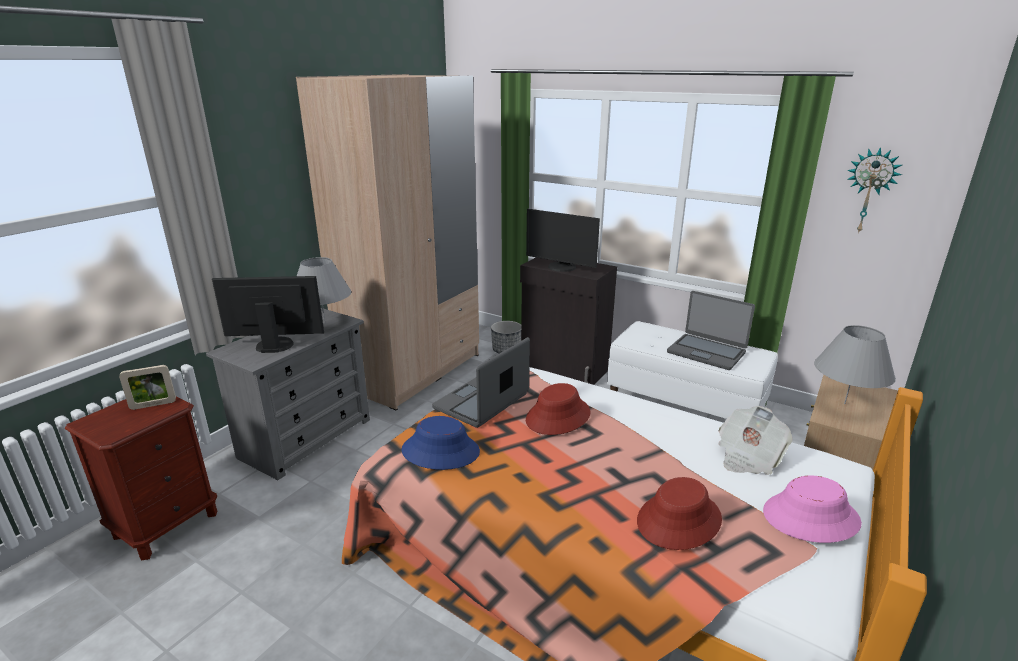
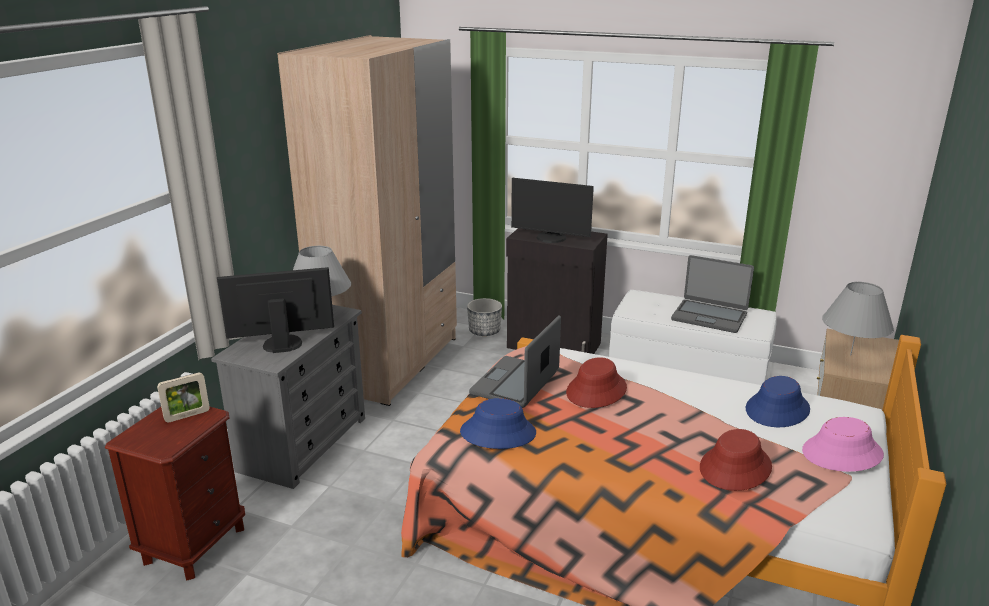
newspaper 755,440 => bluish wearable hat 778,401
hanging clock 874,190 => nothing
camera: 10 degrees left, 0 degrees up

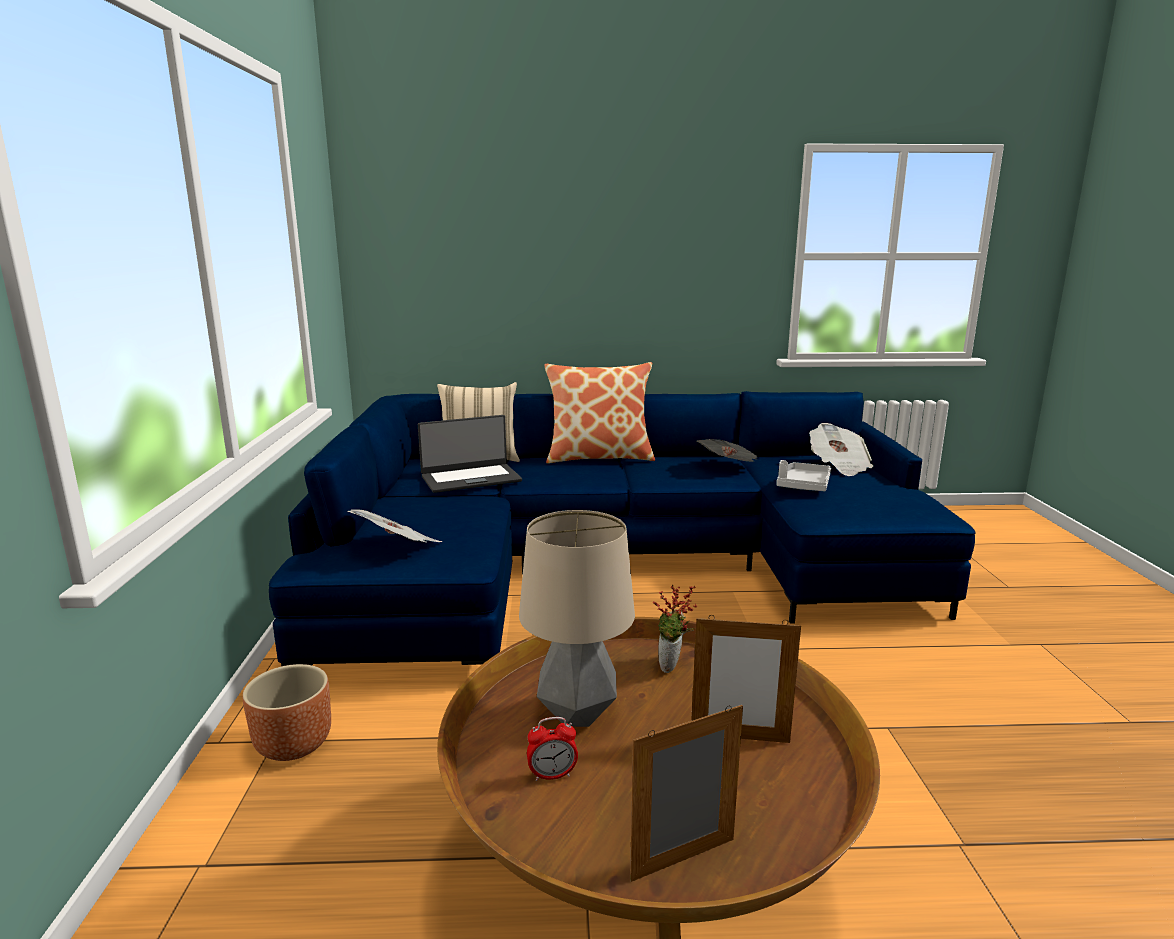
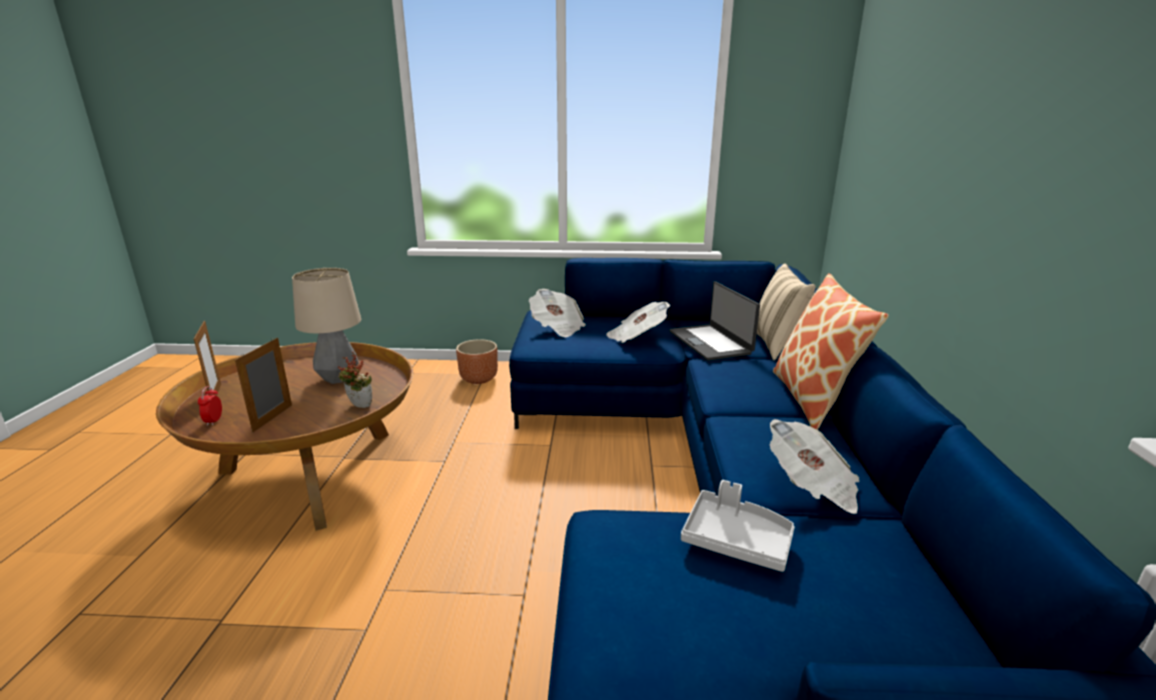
alarm clock 552,749 => alarm clock 209,406, shifted
newspaper 841,449 => newspaper 638,322, shifted
camera: 95 degrees right, 5 degrees up

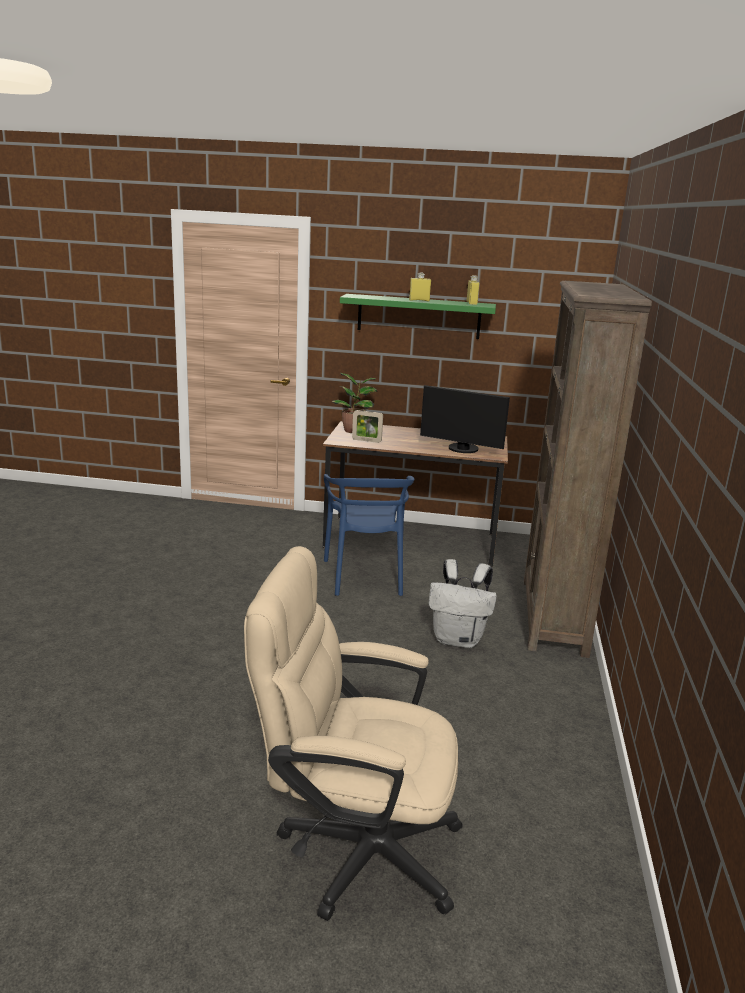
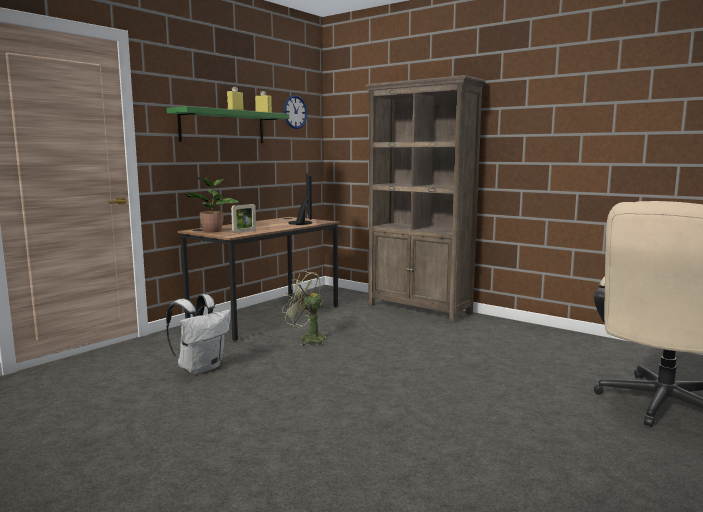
whitish backpack 463,603 => whitish backpack 198,334, shifted
bluish upright chair 369,535 => green electric fan 305,308
nothing => hanging clock 295,112
computer display 465,419 => computer display 300,199, 60 degrees counterclockwise
camera: 60 degrees left, 10 degrees down

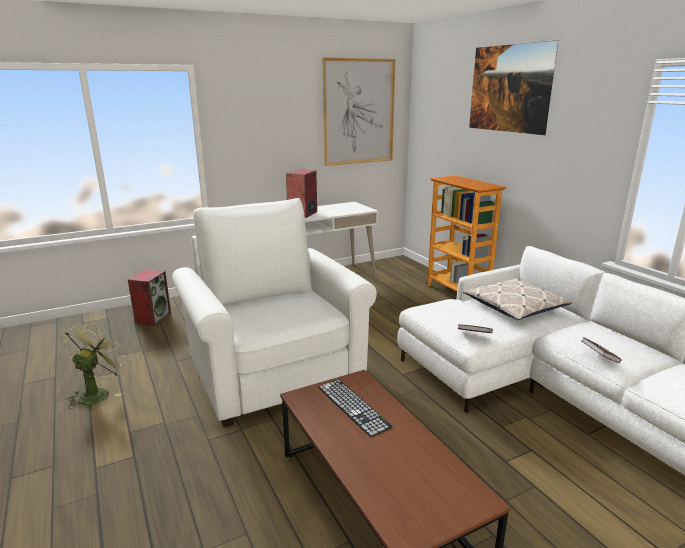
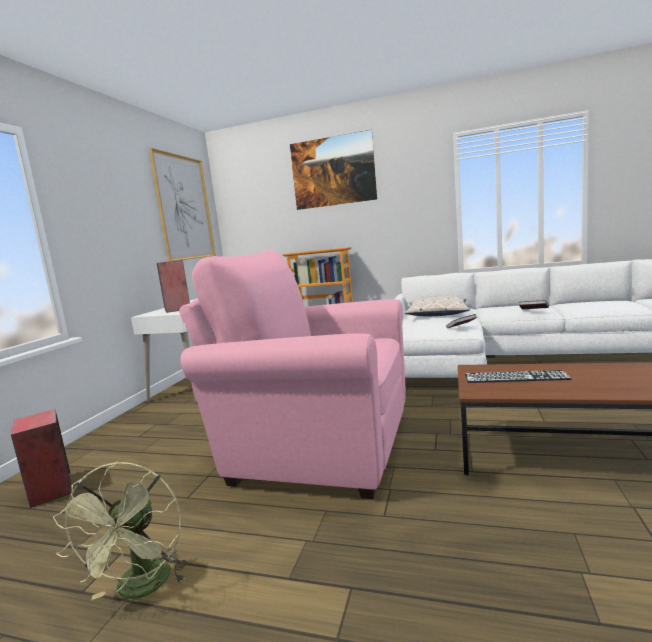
green electric fan 95,365 => green electric fan 120,531, 150 degrees counterclockwise
whitish lounge chair 274,312 => pink-coloured lounge chair 292,374
camera: 45 degrees left, 10 degrees down

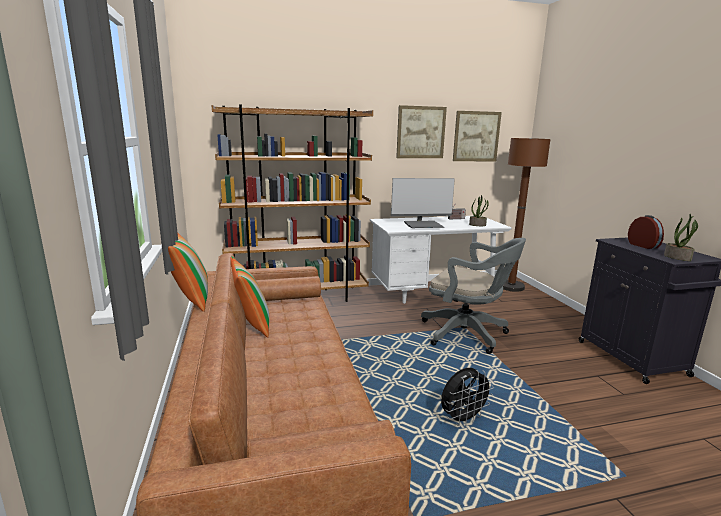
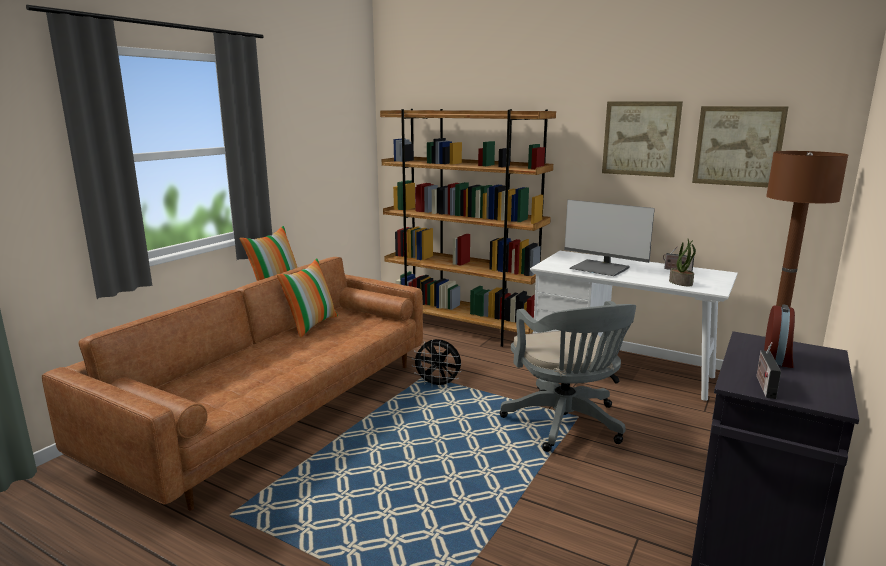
black electric fan 467,397 => black electric fan 437,364, shifted
plant in a pot 681,237 => radio set 768,370
camera: 45 degrees right, 0 degrees up

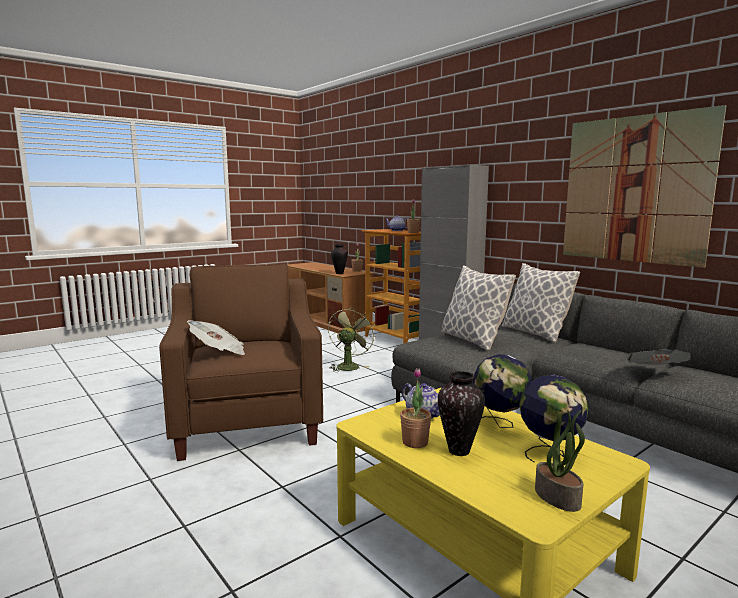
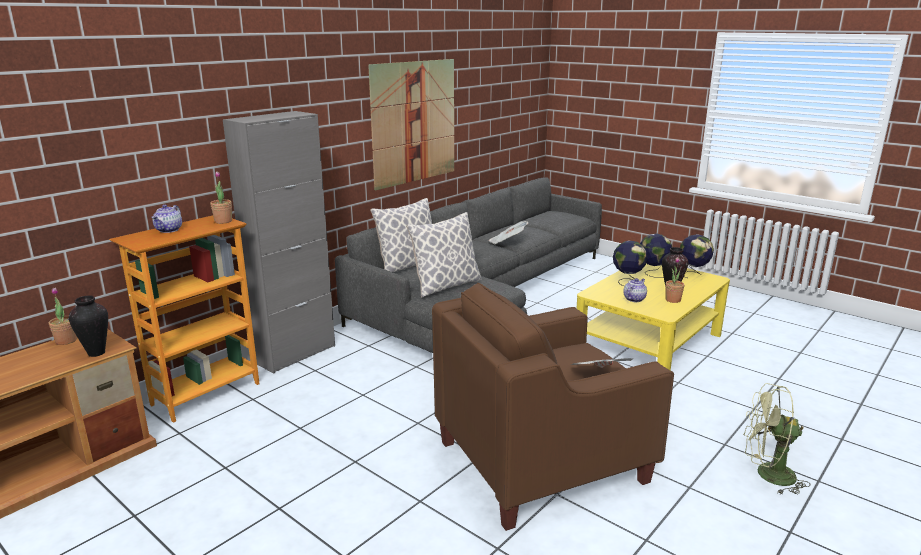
plant in a pot 560,460 => world globe 697,256
green electric fan 352,340 => green electric fan 776,438, shifted
camera: 100 degrees left, 10 degrees up

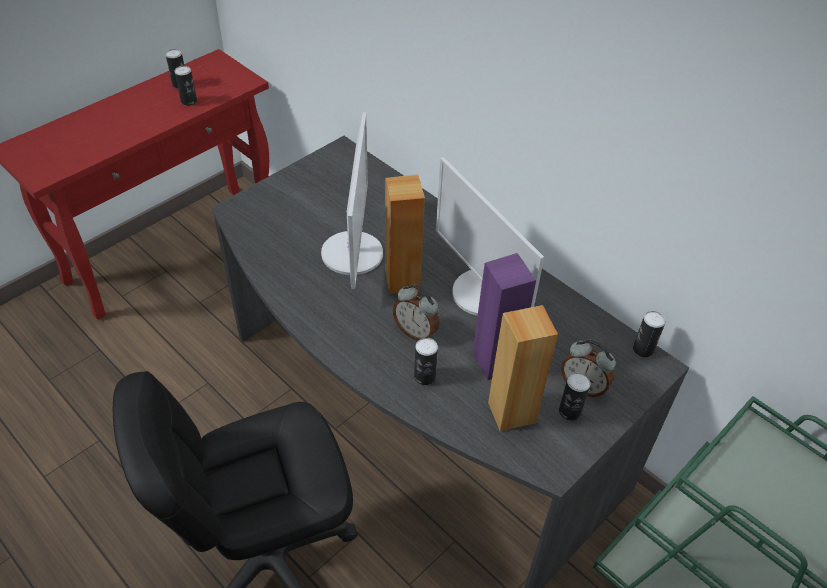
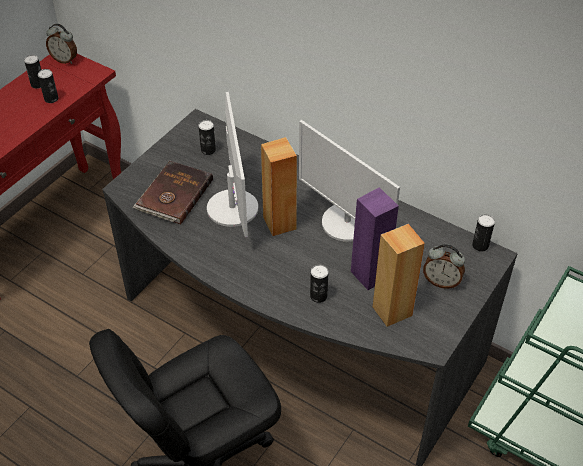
alarm clock 416,313 => alarm clock 61,44, shifted
nothing => brown volume 172,193
sealed can 574,397 => sealed can 207,137, shifted
camera: 10 degrees left, 0 degrees up

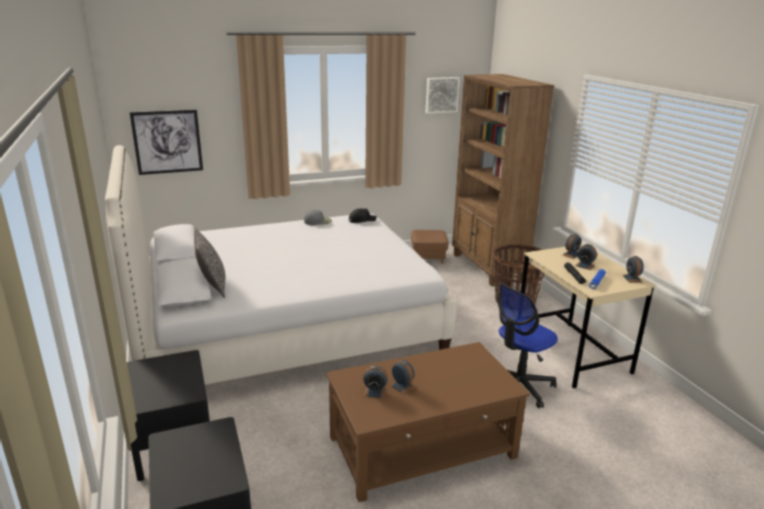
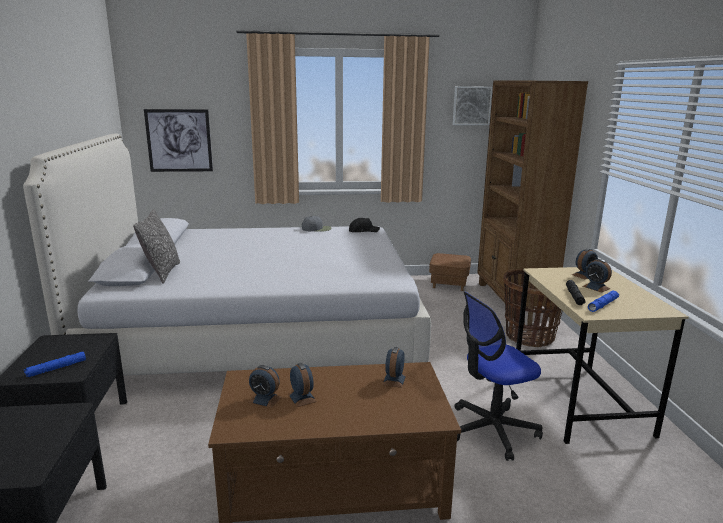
nothing => bluish hand torch 55,364
alarm clock 633,269 => alarm clock 394,367, shifted
camera: 15 degrees right, 5 degrees down

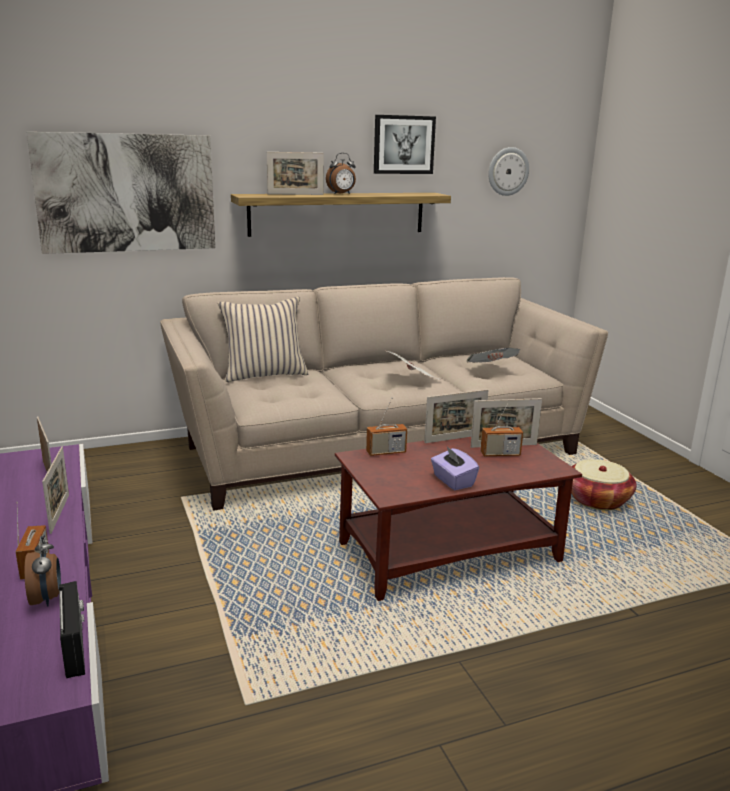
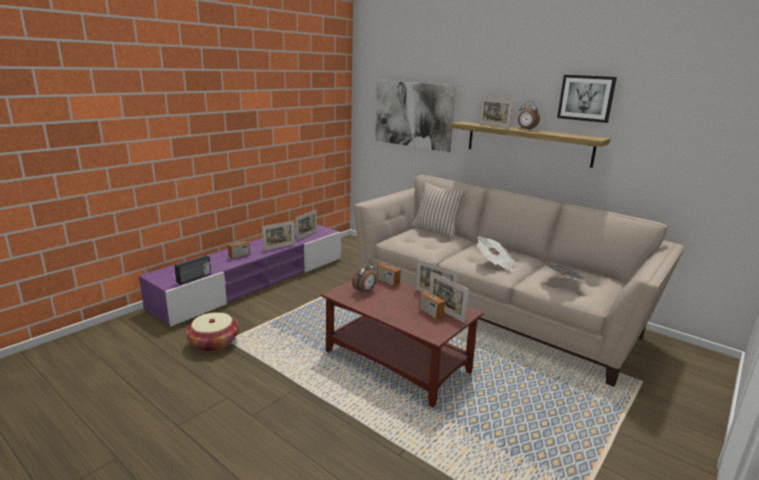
household basket 604,484 => household basket 212,332, shifted
alarm clock 42,571 => alarm clock 364,276, shifted
purple tissue holder 455,468 => nothing
hanging clock 508,171 => nothing
camera: 60 degrees right, 0 degrees up

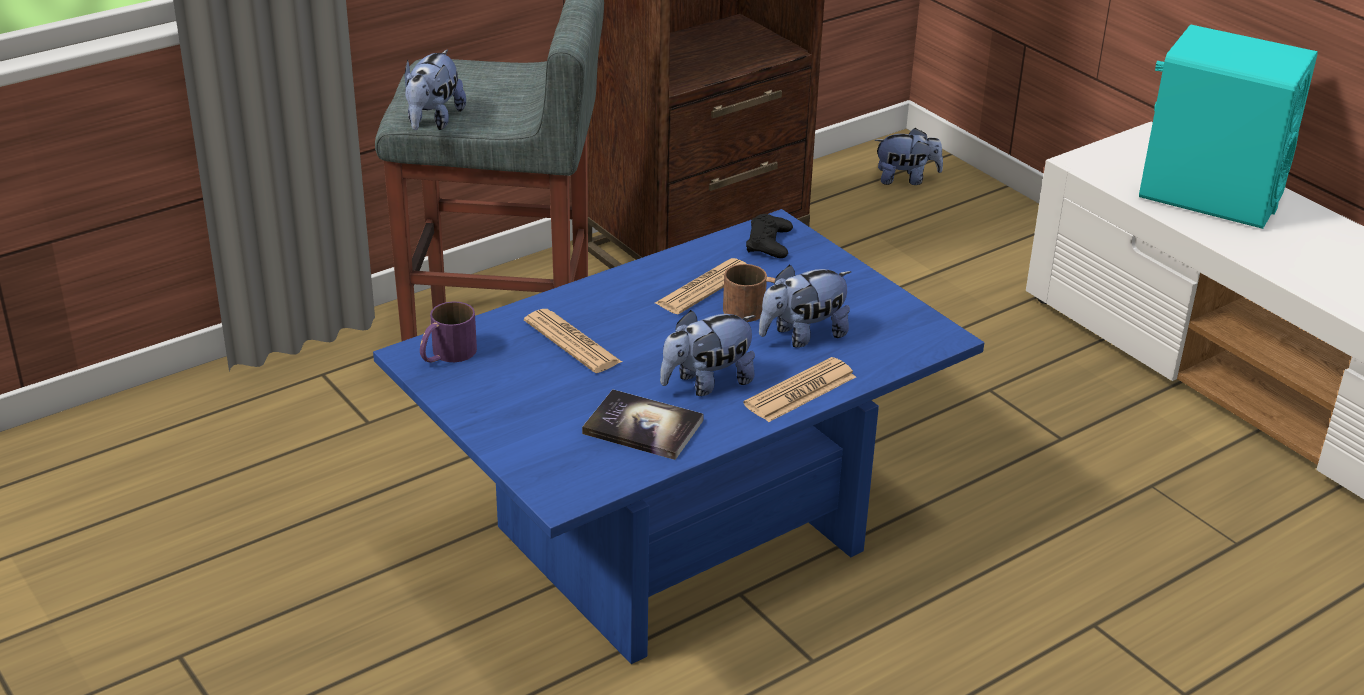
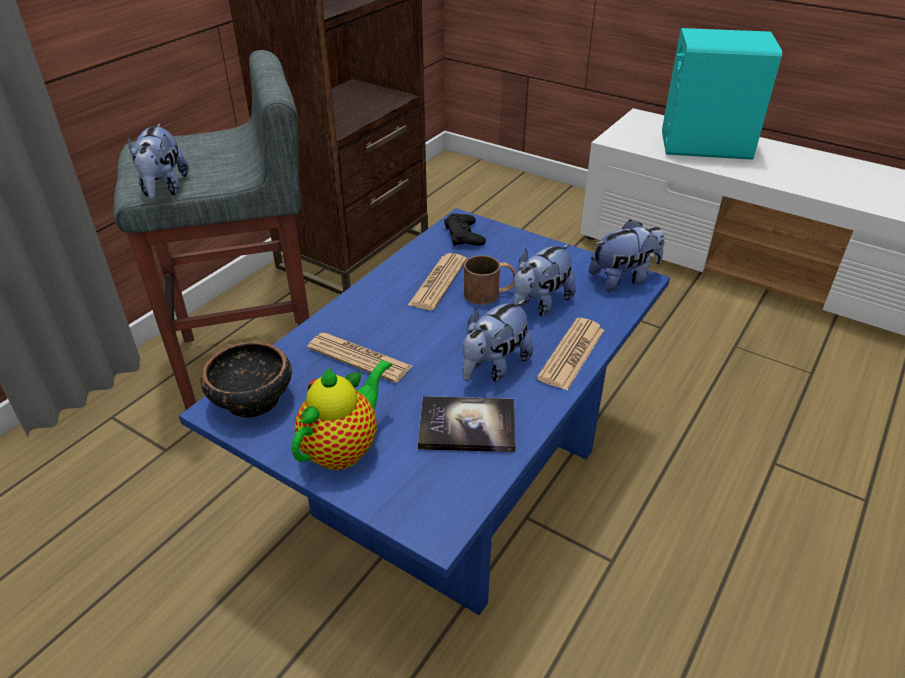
purple coffee mug 448,332 => bowl 246,380
nothing => pot for tea 342,414
plush toy 908,156 => plush toy 627,255, shifted
camera: 20 degrees left, 5 degrees up

